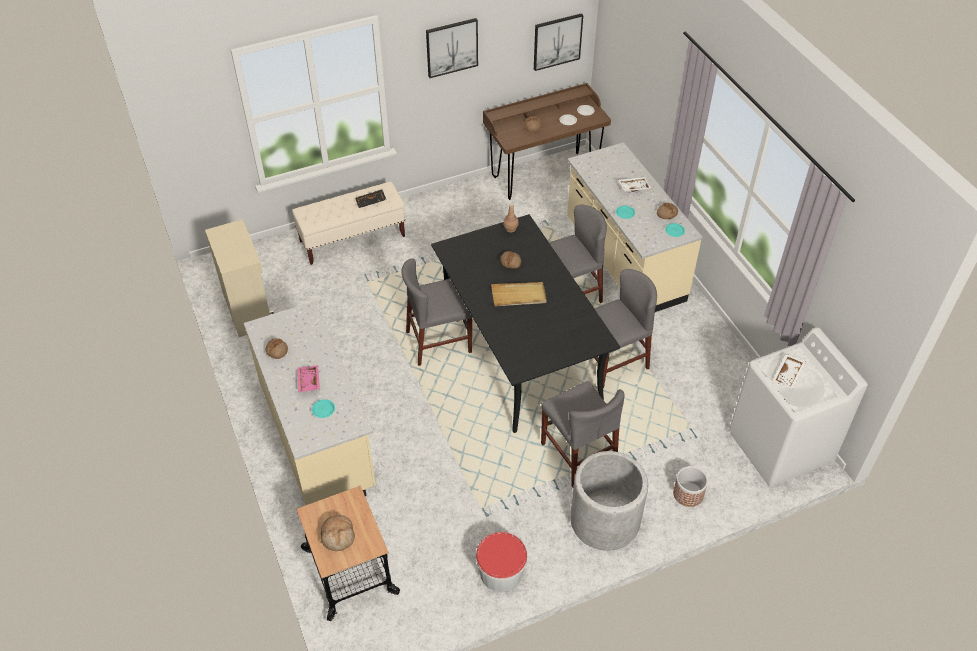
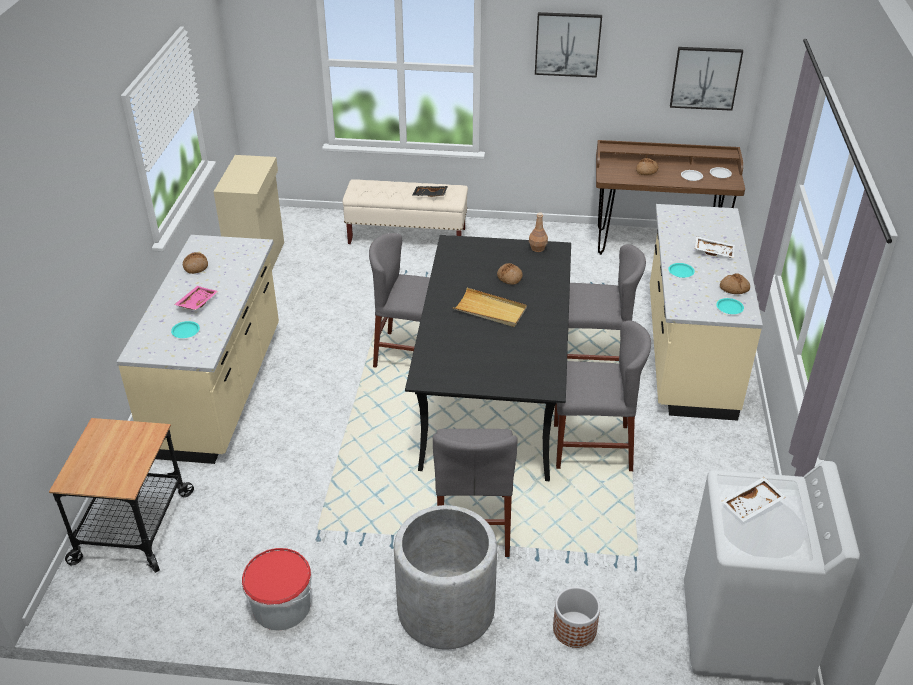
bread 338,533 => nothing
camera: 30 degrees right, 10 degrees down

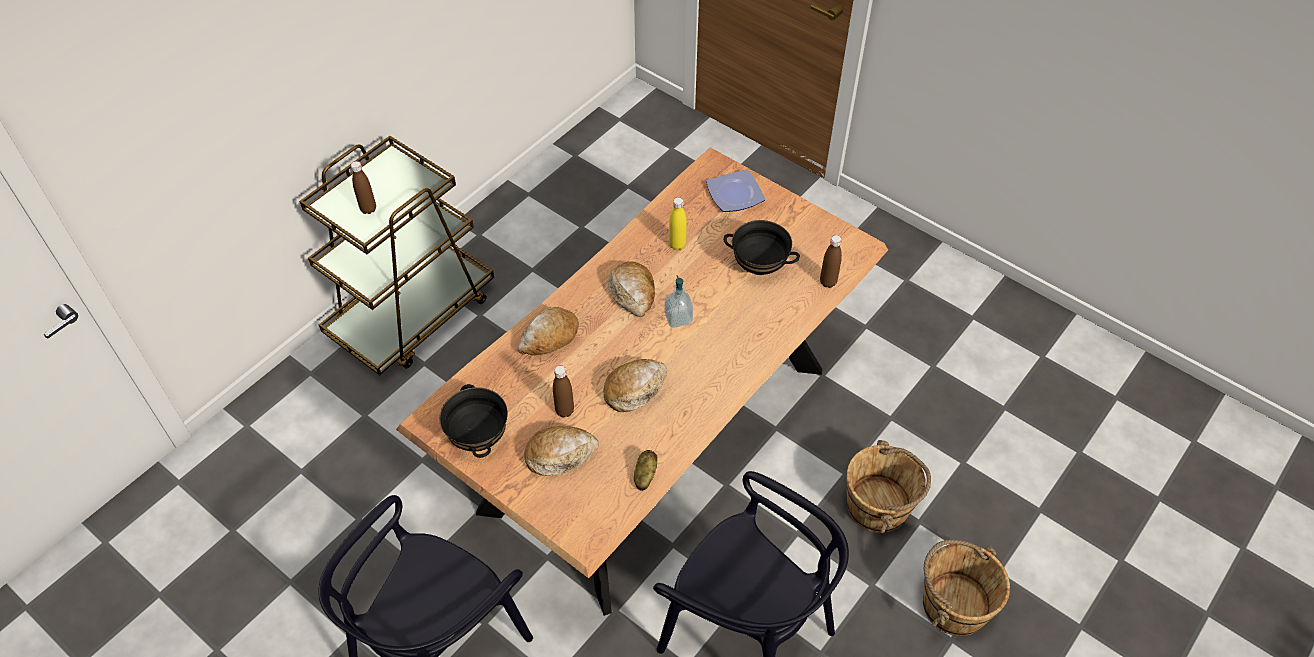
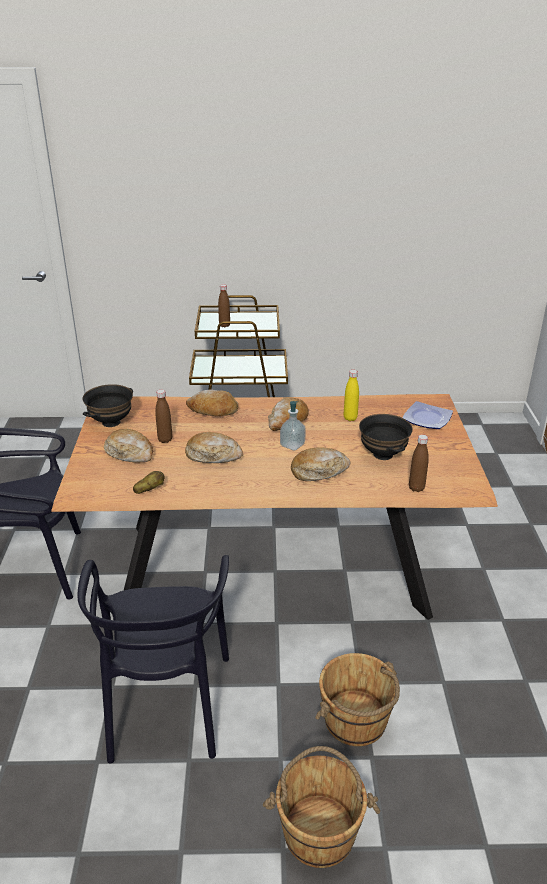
nothing => bread 320,464
camera: 50 degrees right, 20 degrees down

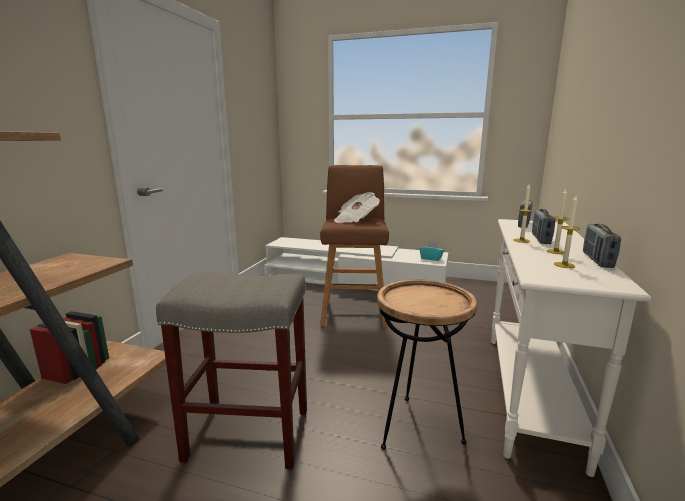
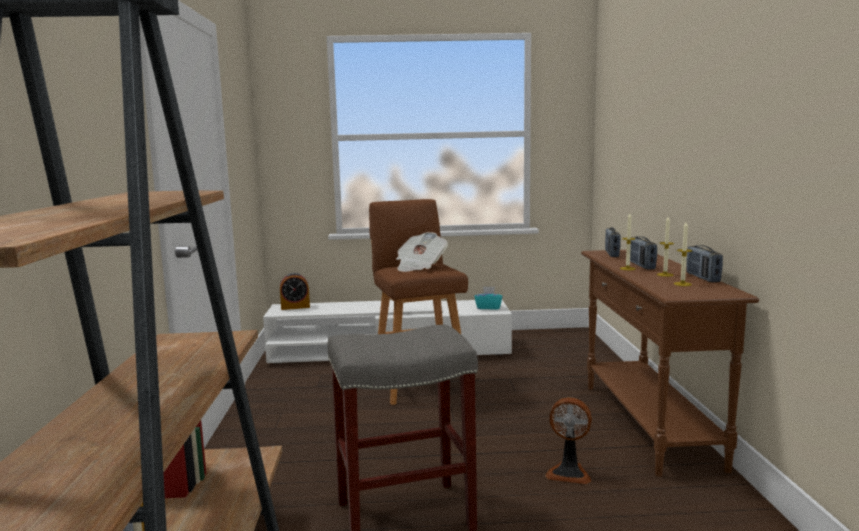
nothing => alarm clock 295,291
brown side table 427,365 => electric fan 568,440
whitish console table 571,348 => brown console table 670,363
camera: 20 degrees left, 5 degrees down

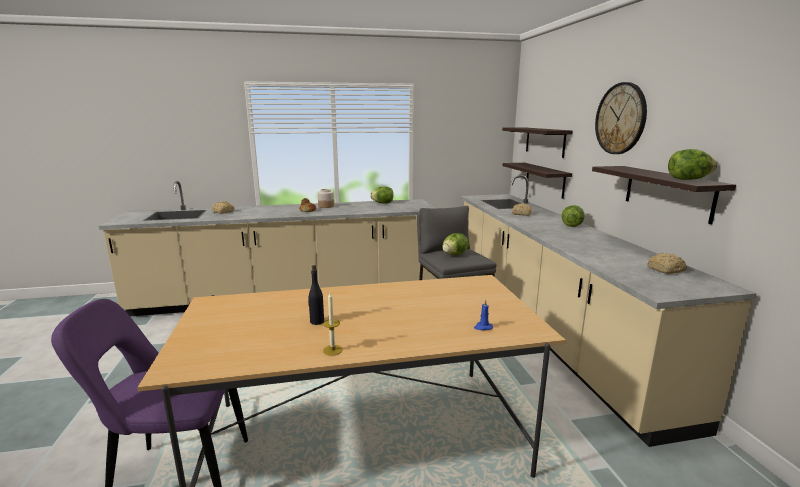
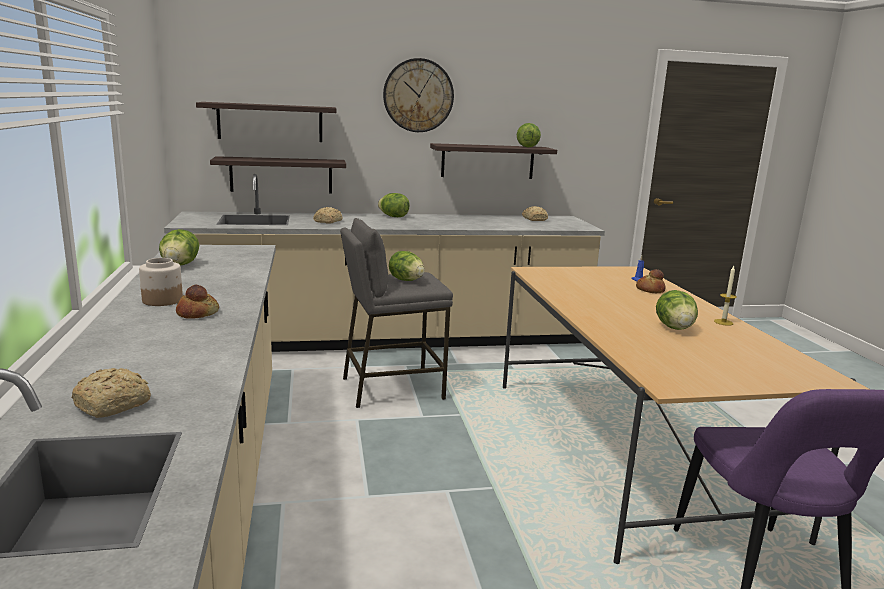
nothing => bread 651,281
black beverage bottle 316,295 => head of lettuce 677,310
camera: 90 degrees left, 0 degrees up

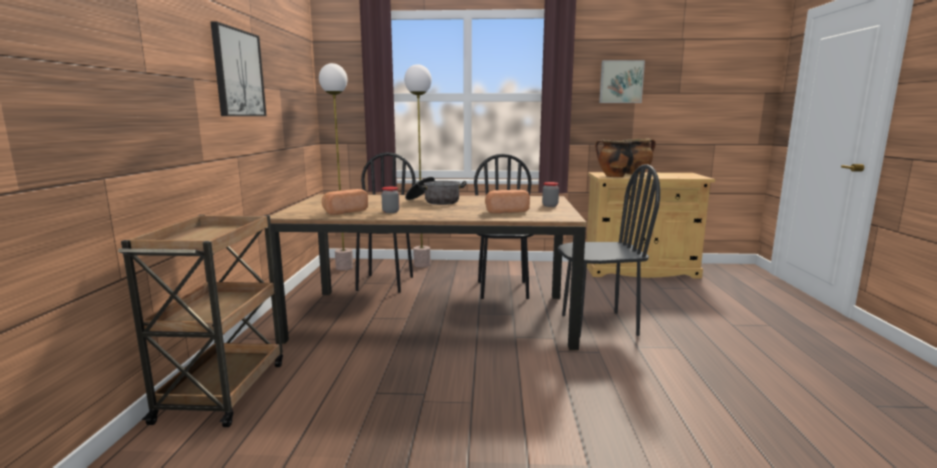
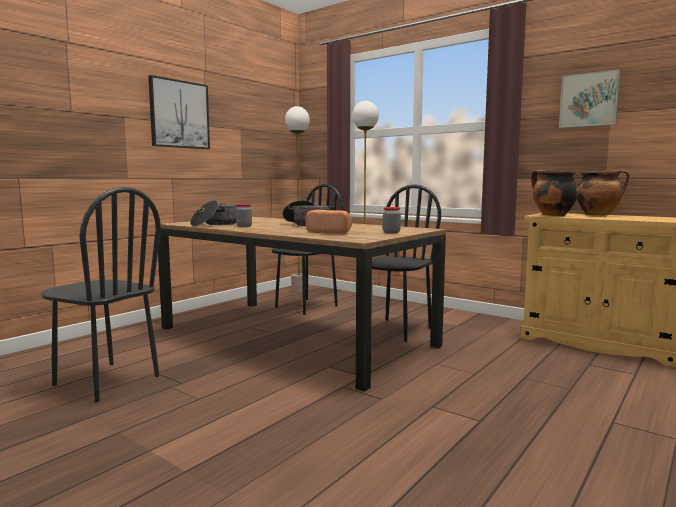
black upright chair 609,250 => black upright chair 101,294, shifted
bread 345,202 => saucepot 214,213
brown cart 200,321 => nothing
camera: 35 degrees right, 5 degrees down

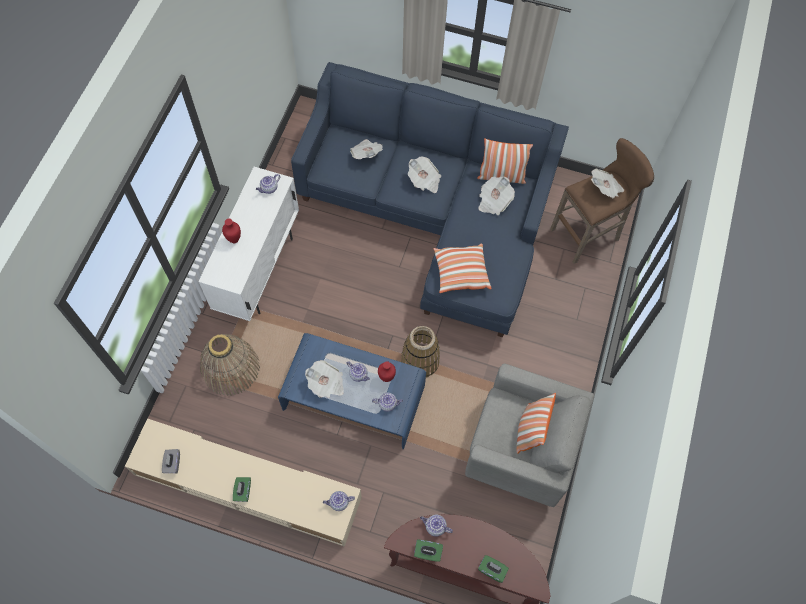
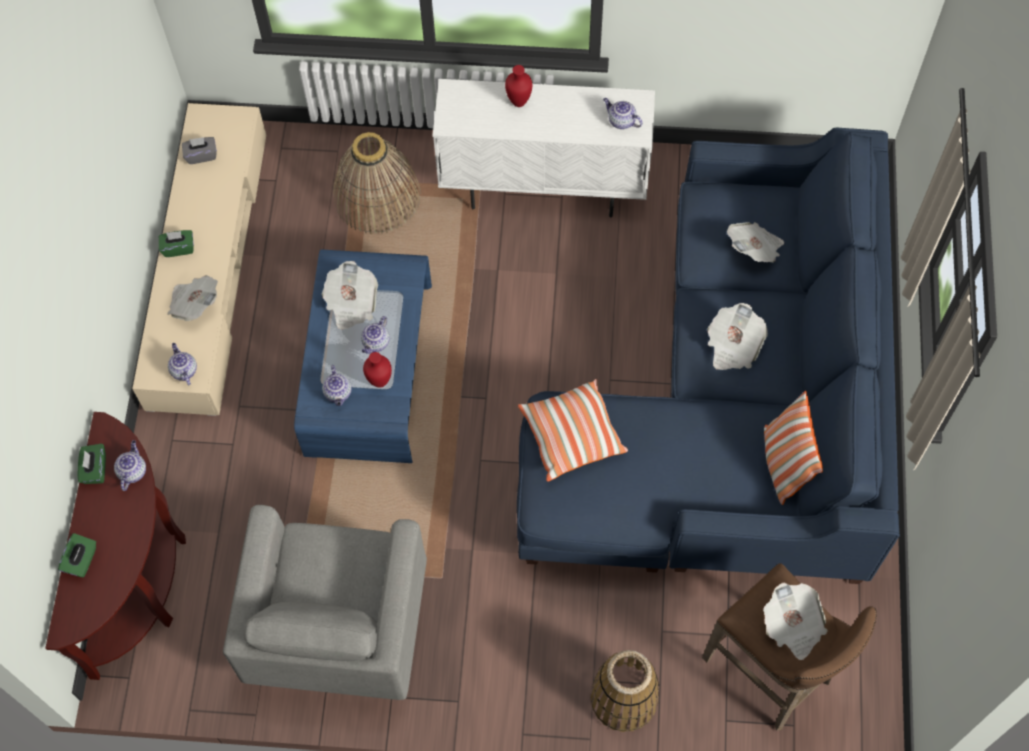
newspaper 497,196 => newspaper 193,298, shifted
household basket 420,352 => household basket 624,691, shifted
cushion 536,423 => nothing
camera: 80 degrees right, 0 degrees up

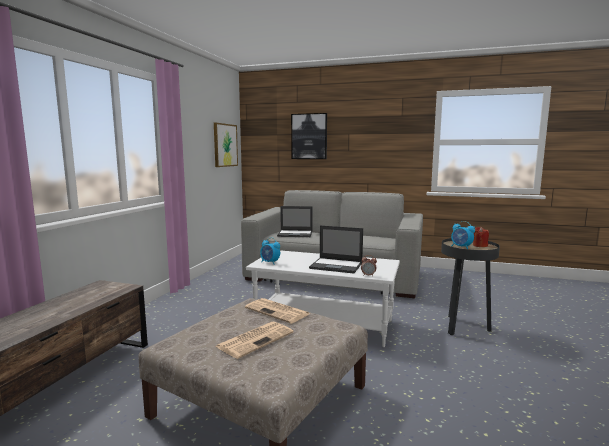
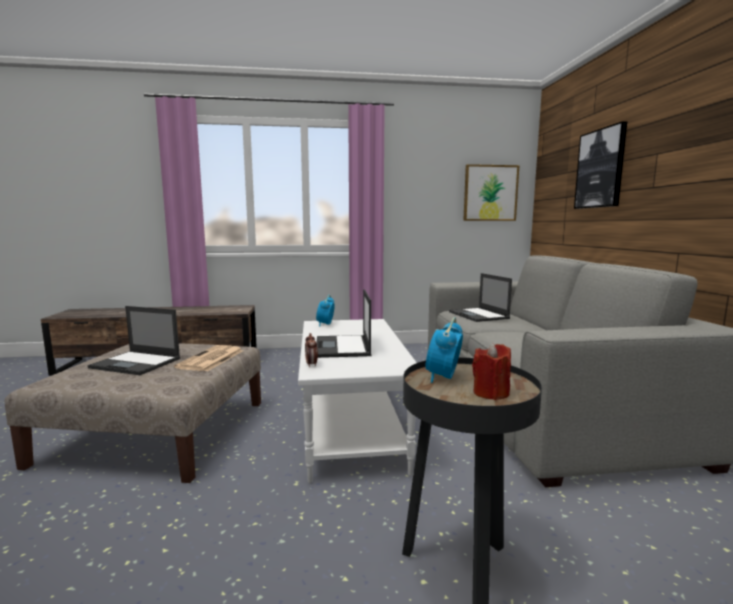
newspaper 254,340 => portable computer 134,340
camera: 65 degrees right, 0 degrees up

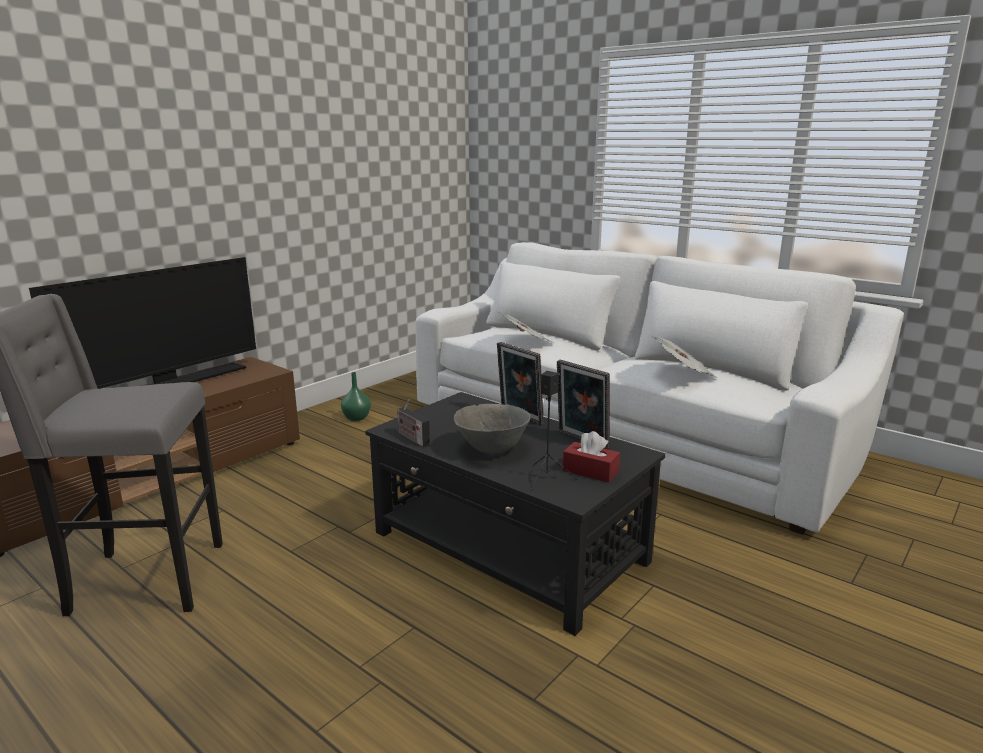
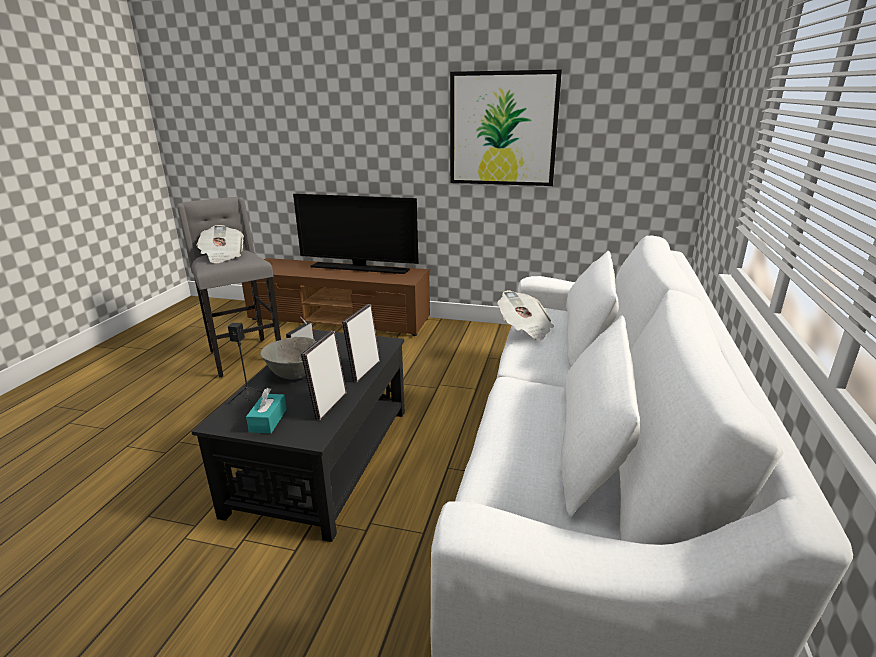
newspaper 685,357 => newspaper 220,244, shifted
reddish tissue holder 591,457 => turquoise tissue holder 266,411
nothing => wall art 506,128
green vase 356,396 => nothing
camera: 65 degrees right, 5 degrees up

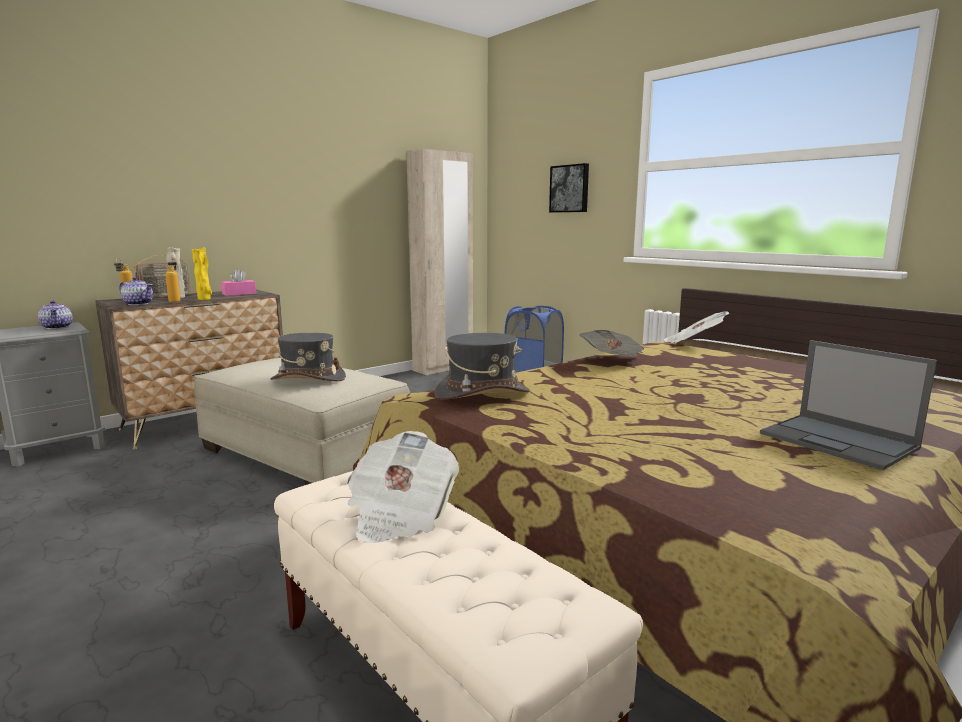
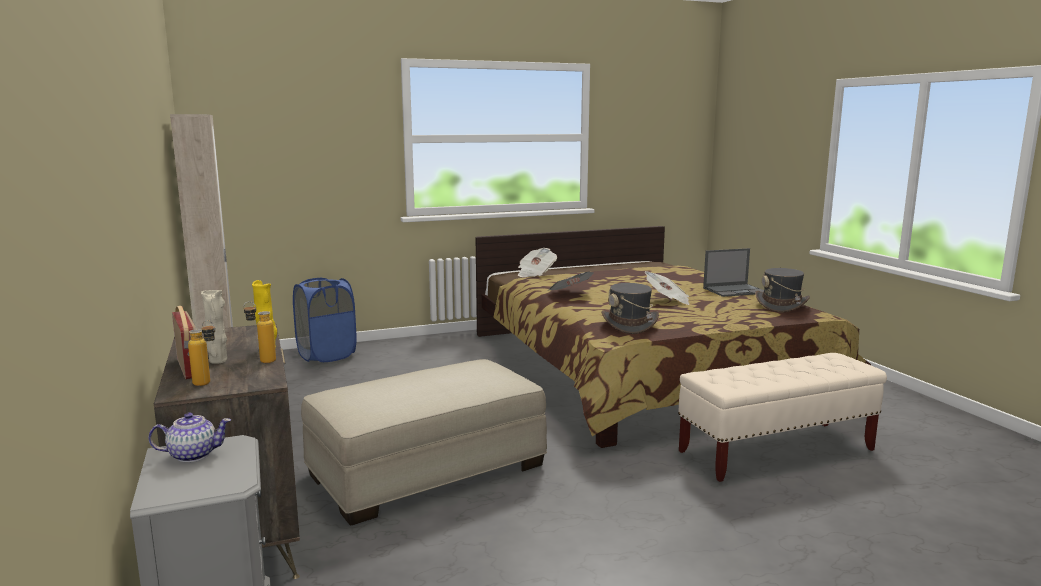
newspaper 403,487 => newspaper 667,288, shifted
grey wearable hat 308,357 => grey wearable hat 782,290, shifted
pot for tea 136,291 => nothing
pink-coloured tissue holder 238,282 => nothing
wall art 569,187 => nothing
camera: 70 degrees left, 0 degrees up

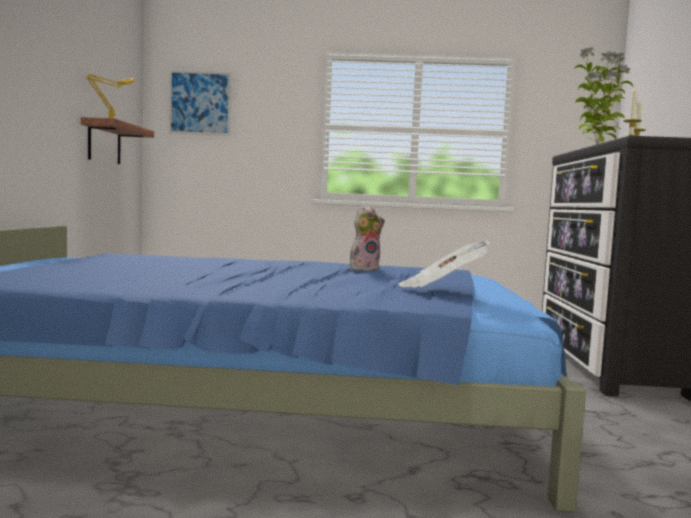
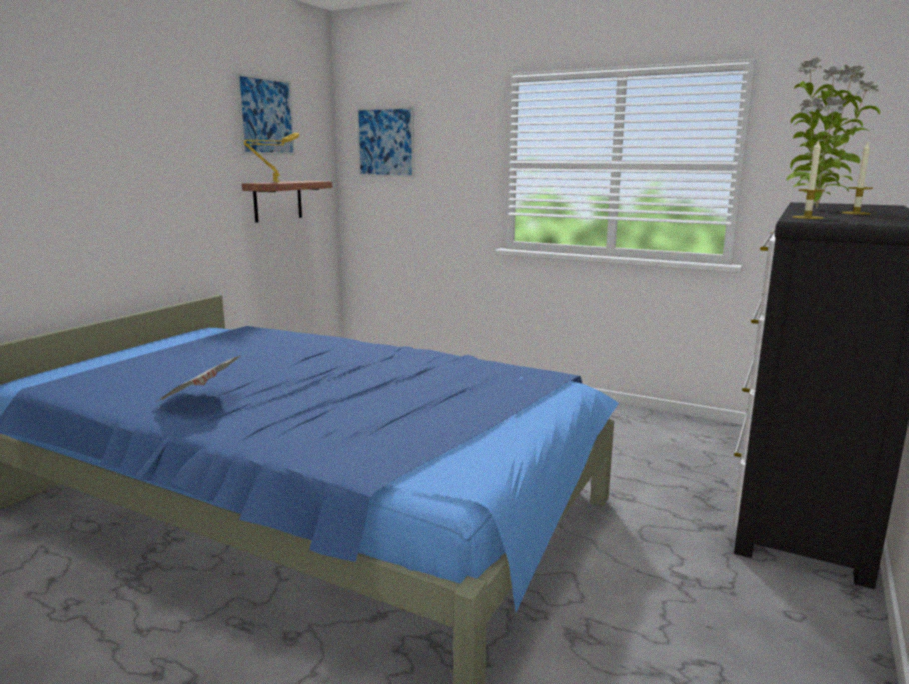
newspaper 444,264 => newspaper 198,379, shifted
nothing => wall art 265,114
plush toy 367,238 => nothing
camera: 25 degrees right, 10 degrees up

